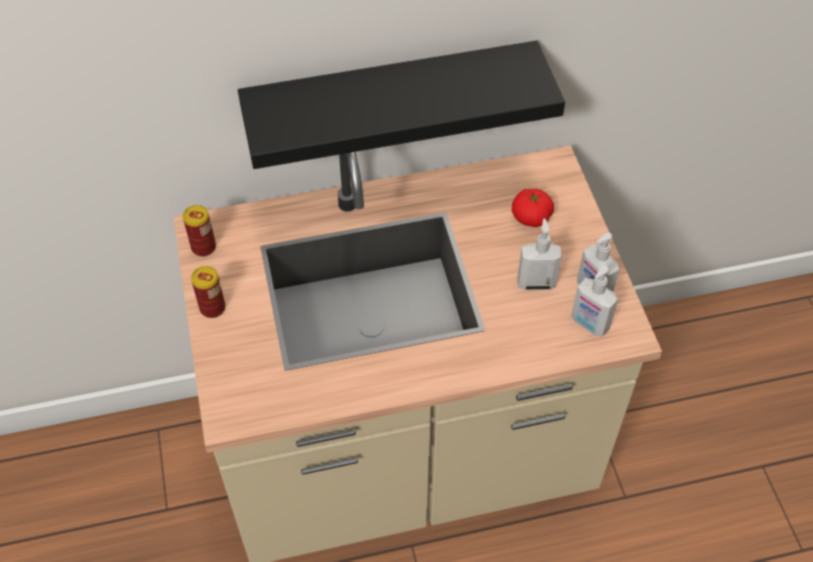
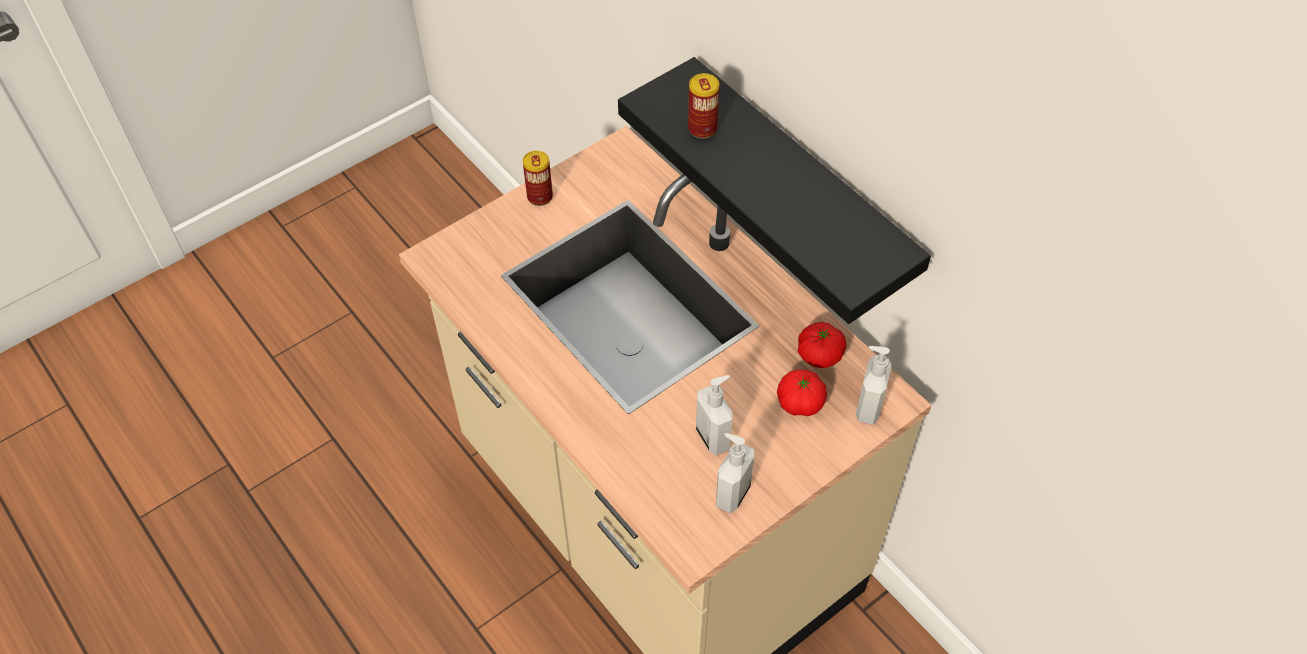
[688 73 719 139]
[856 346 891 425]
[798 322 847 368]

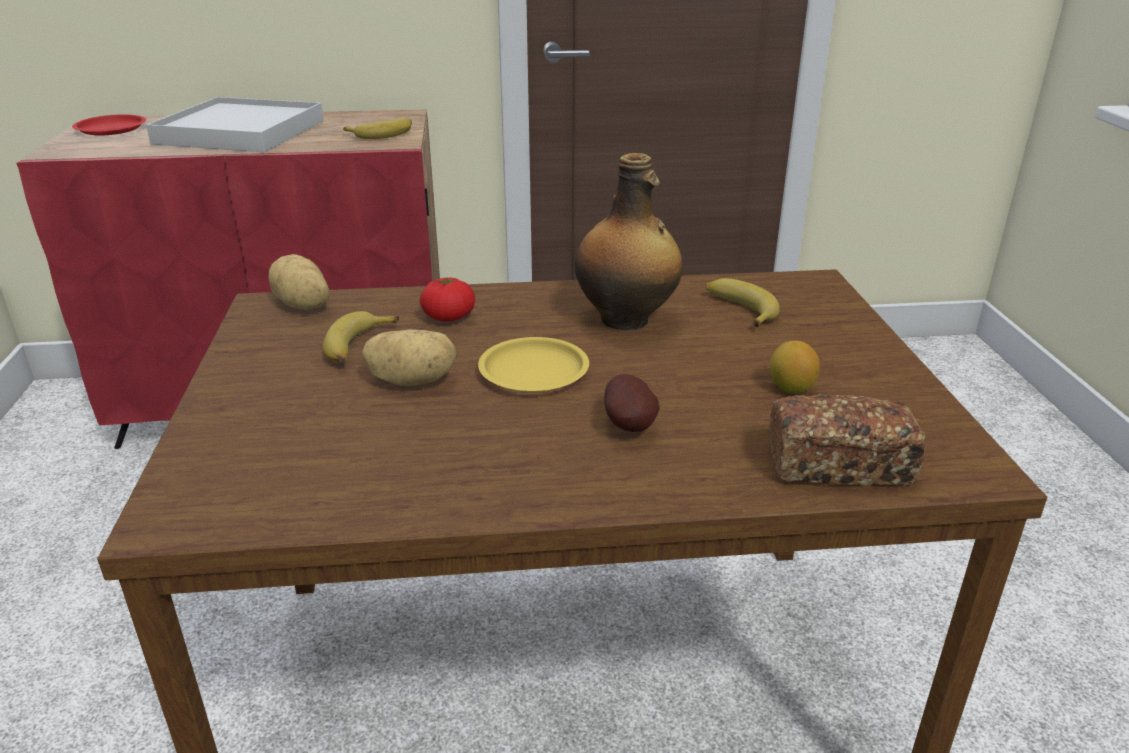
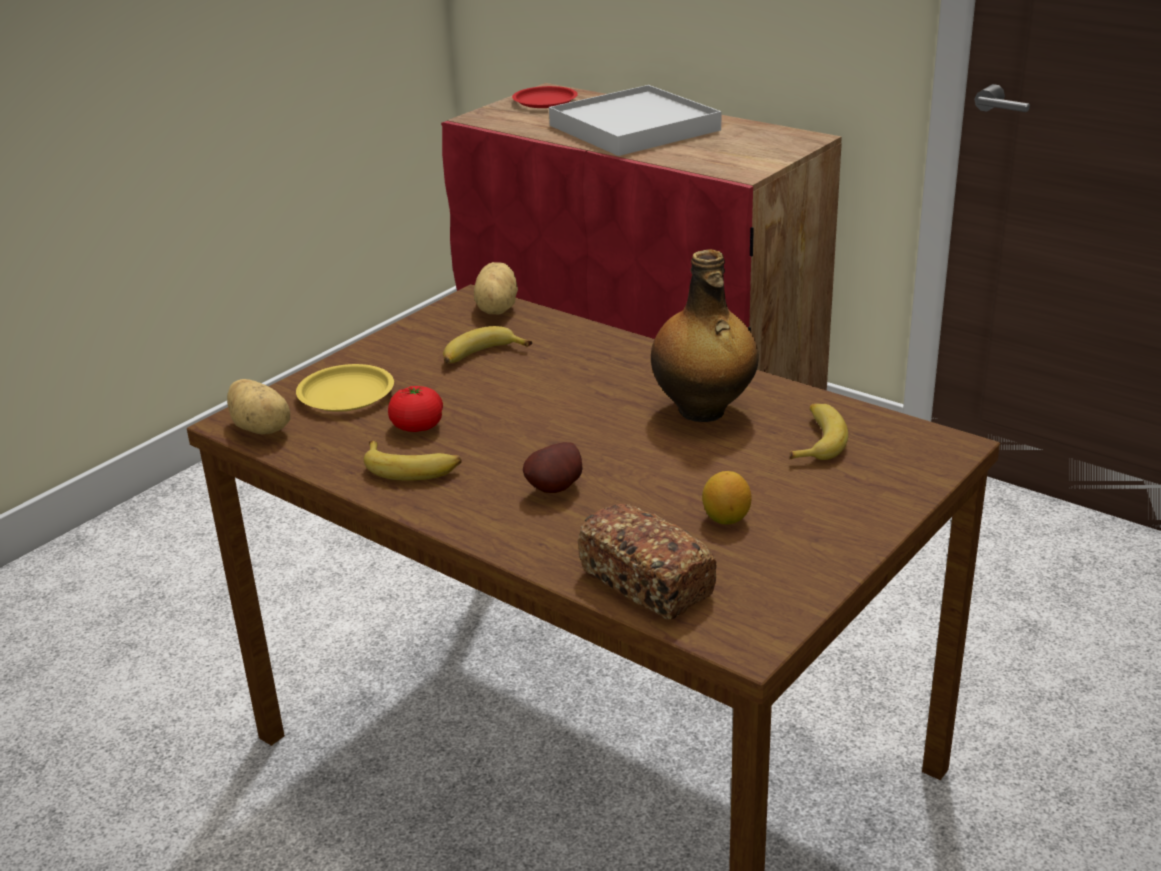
[364 440 462 481]
[388 386 443 432]
[227 379 290 434]
[296 364 394 412]

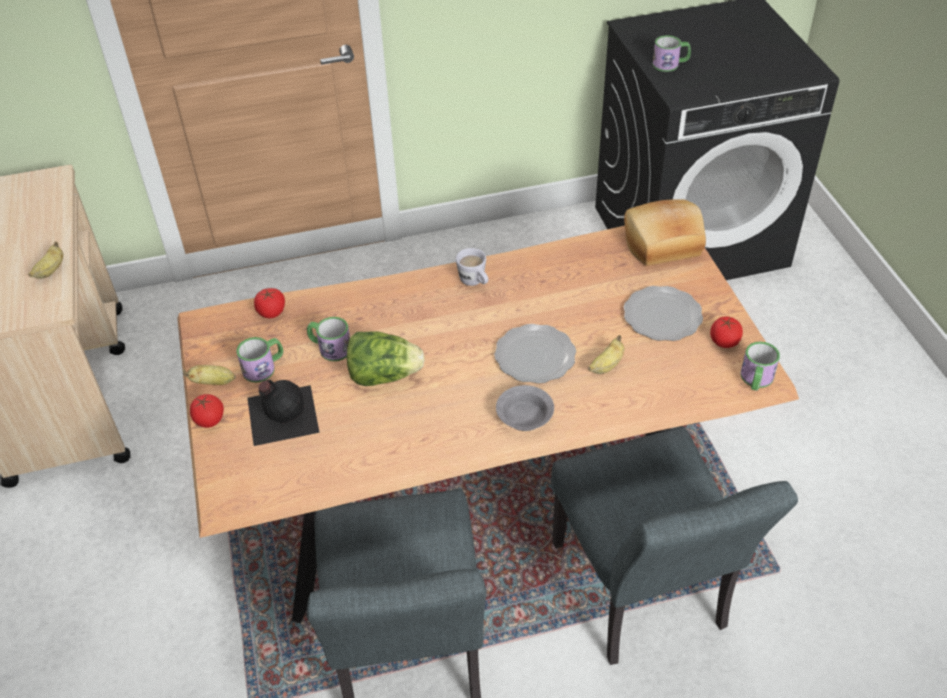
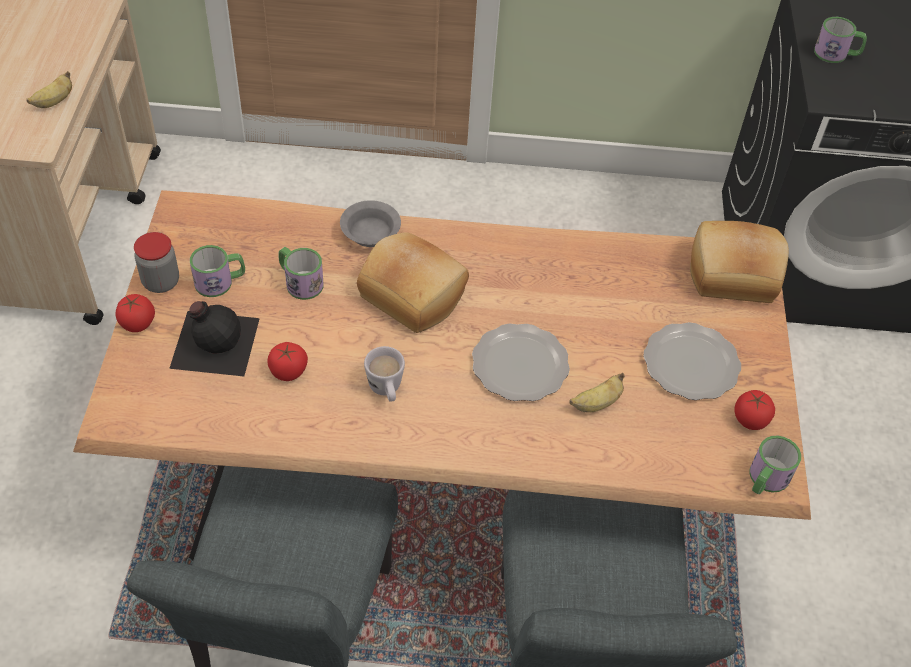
[364 346 405 402]
[267 342 308 381]
[347 331 425 386] (first image)
[134 232 179 293]
[340 200 401 247]
[357 232 469 333]

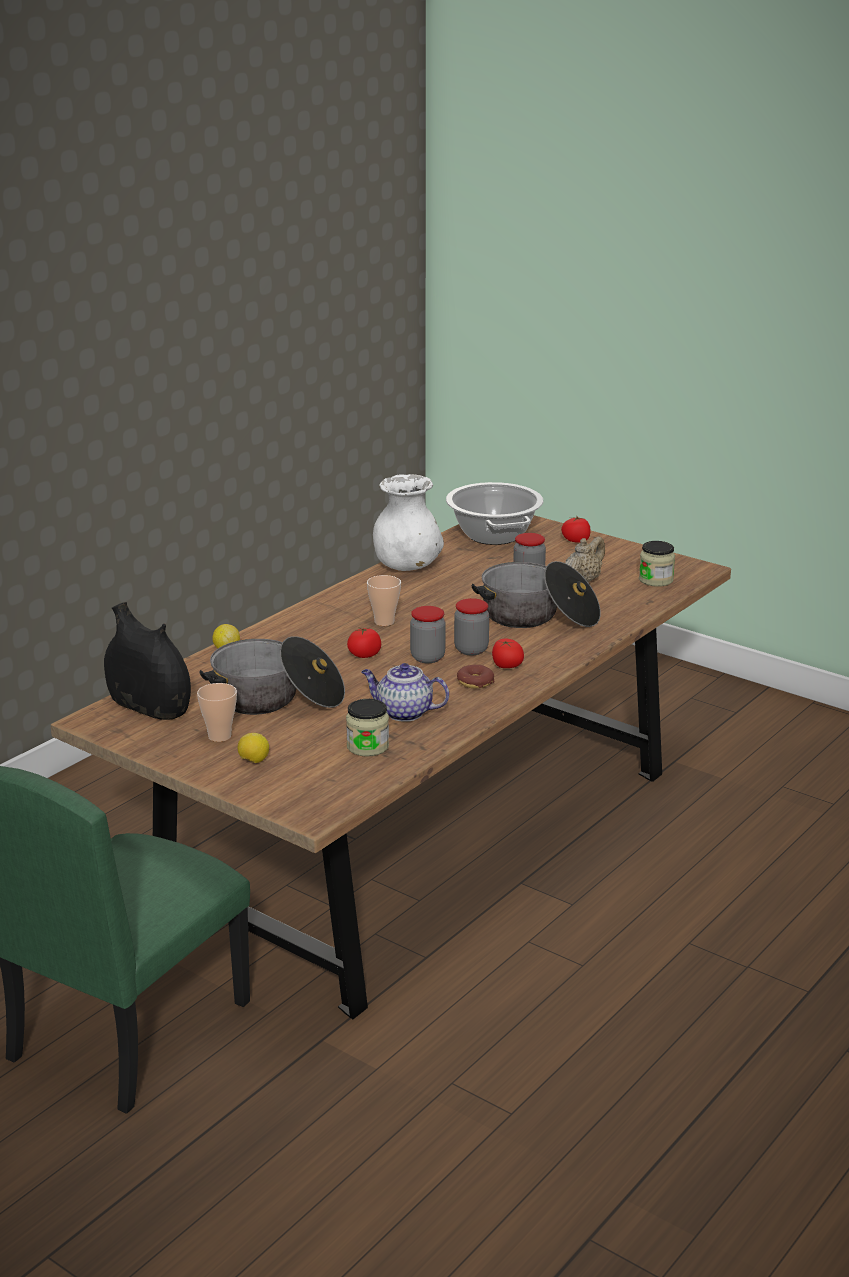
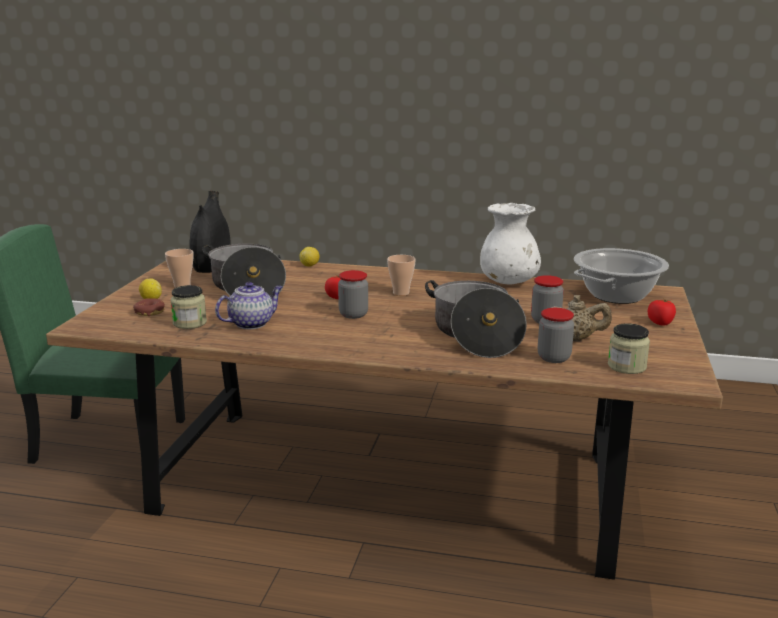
[538 308 574 363]
[492 639 524 668] (first image)
[215 282 283 329]
[133 298 165 316]

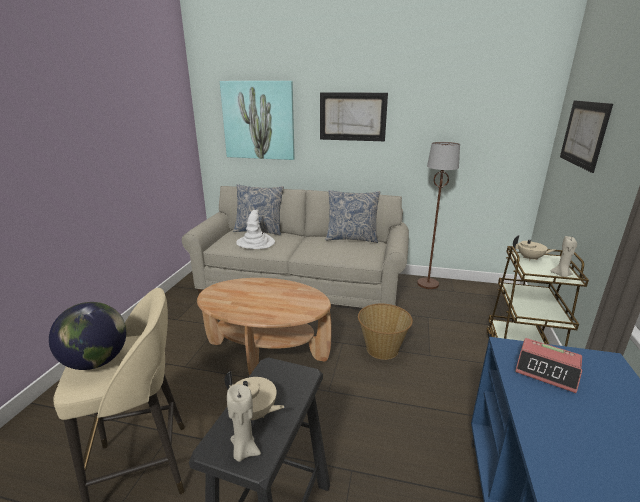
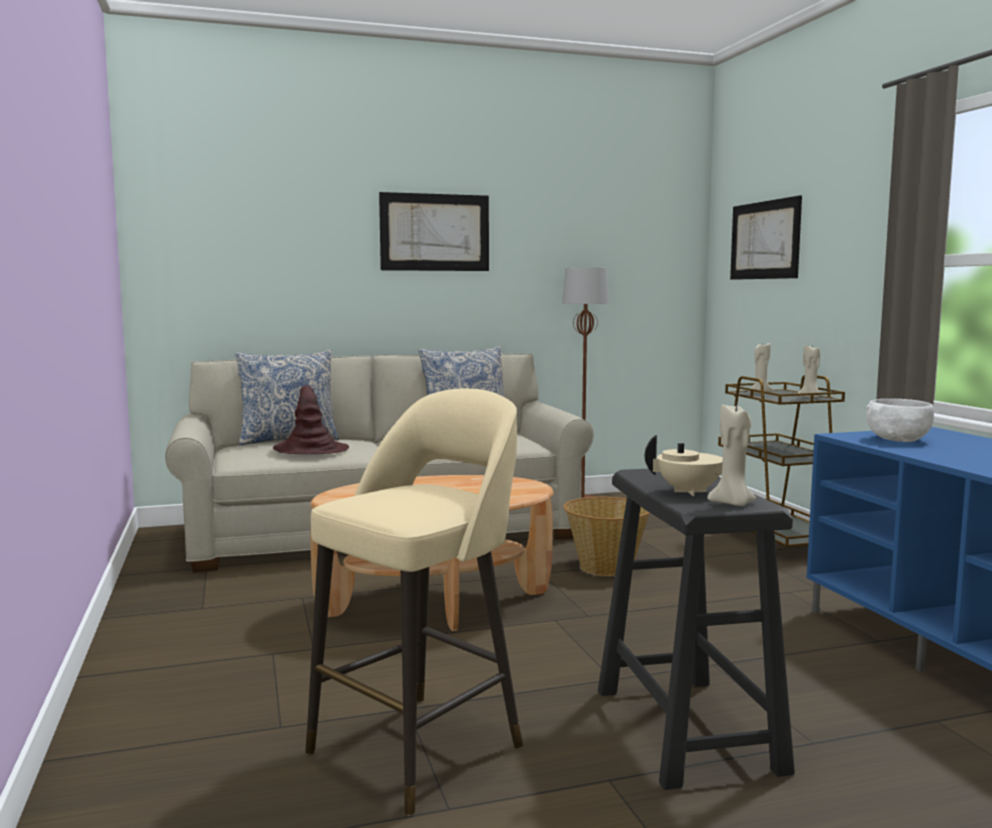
[220 81 295 160] (first image)
[273 385 349 454]
[748 342 773 394]
[49 302 126 370] (first image)
[866 399 934 442]

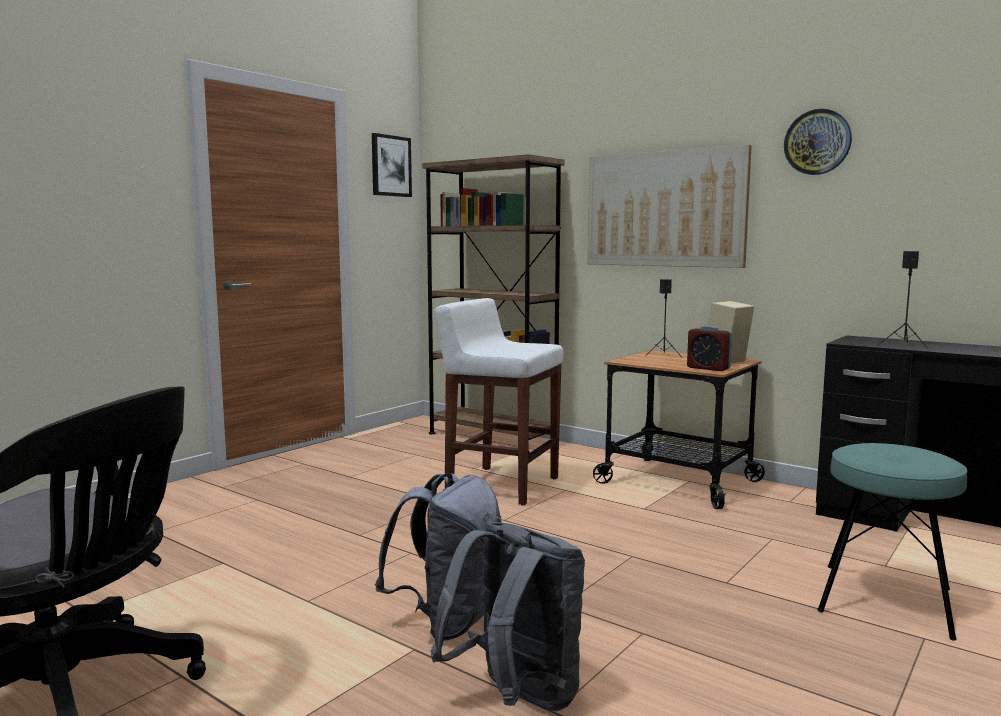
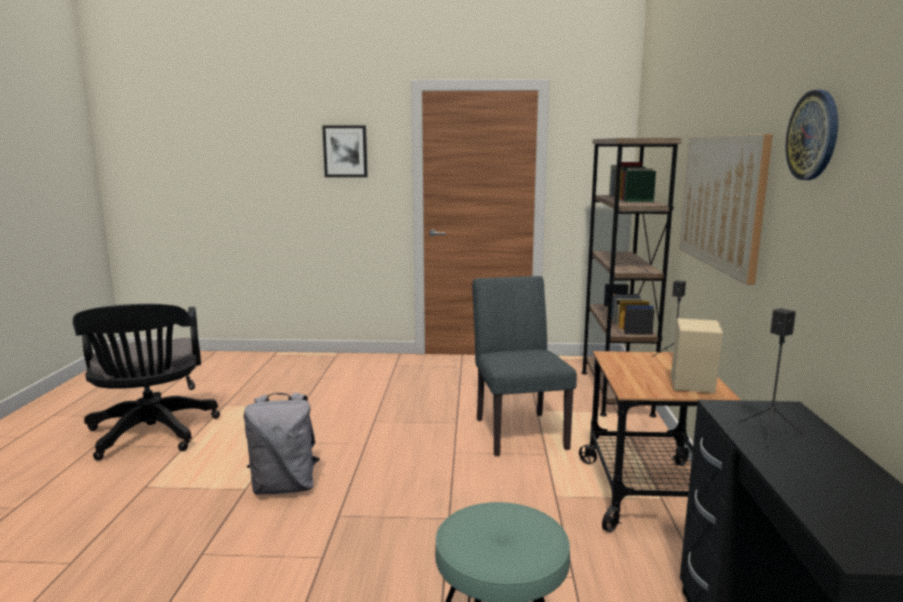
[322 125 368 177]
[472 276 577 456]
[687 325 732 371] (first image)
[430 522 585 711] (first image)

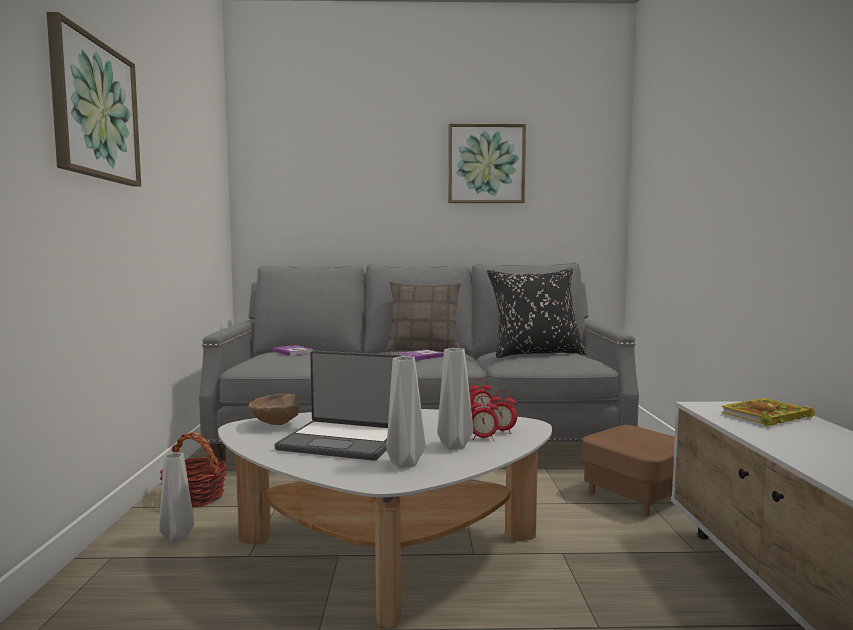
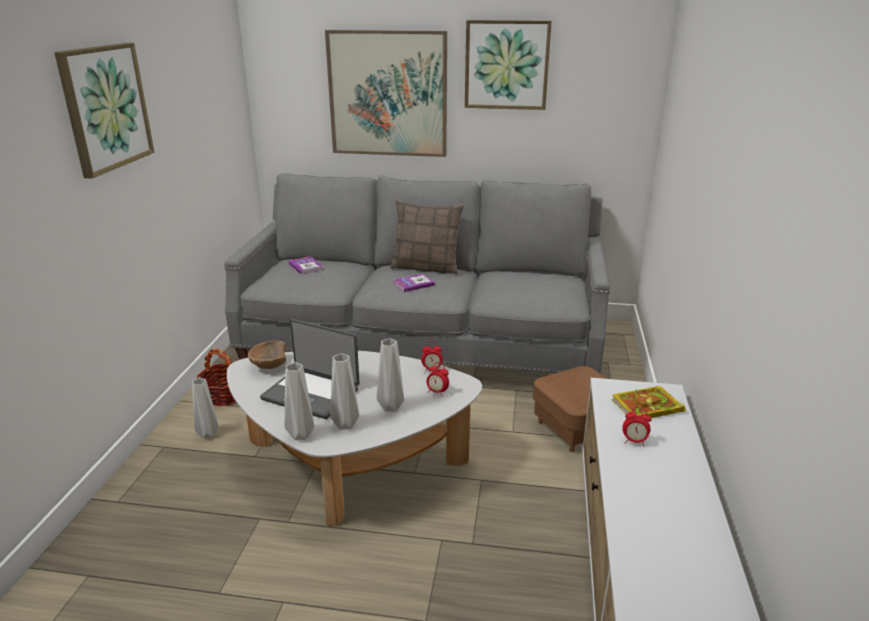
[487 269 587 358] (first image)
[622 407 651 447]
[325 30 447 157]
[284 362 314 440]

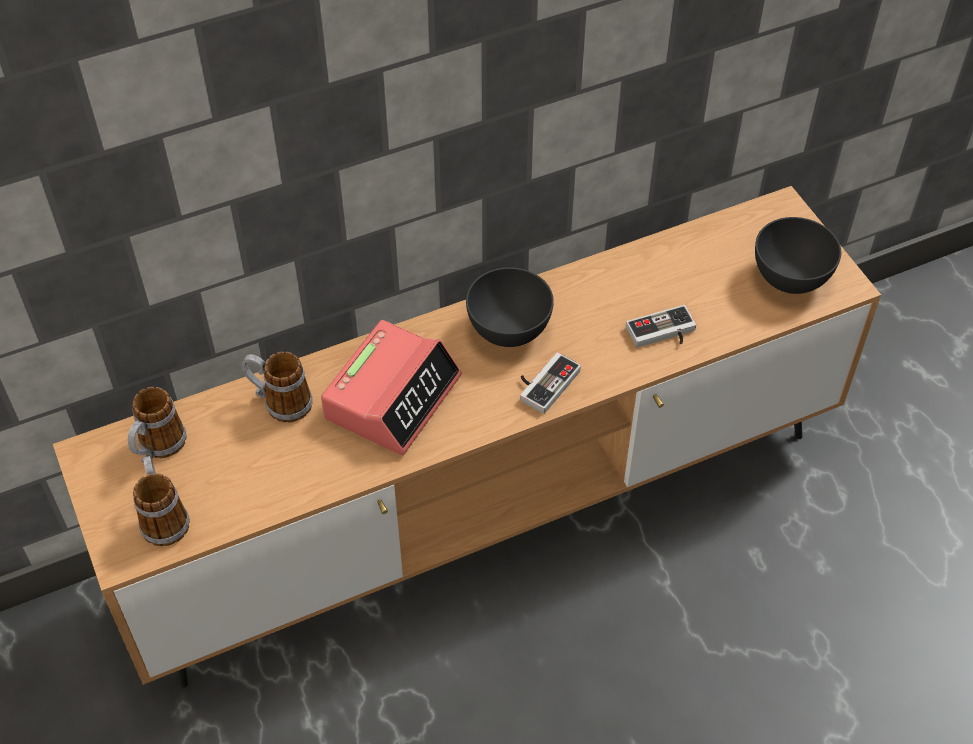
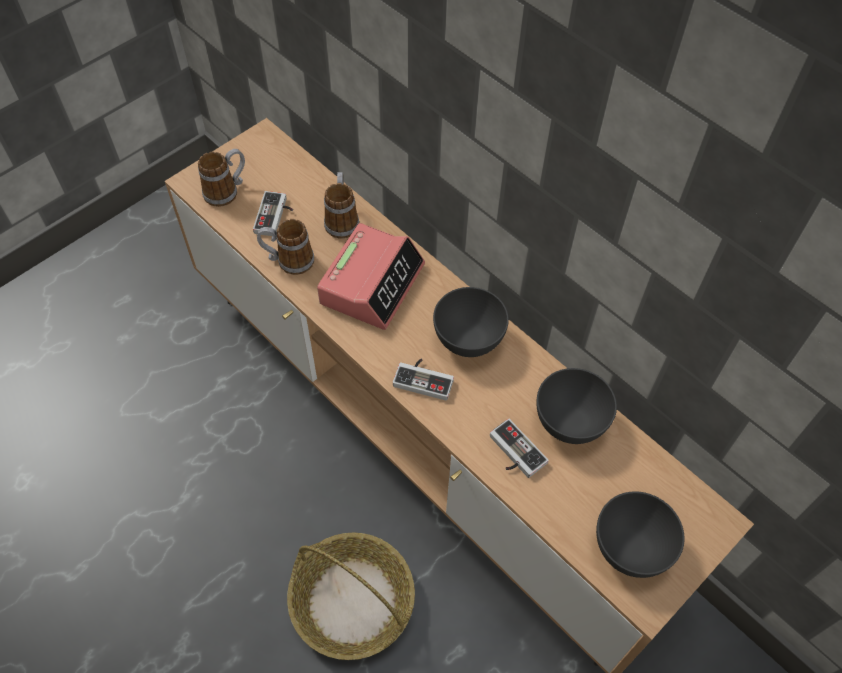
[317 223 425 330]
[257 219 314 275]
[253 191 293 236]
[536 368 617 444]
[287 533 415 660]

